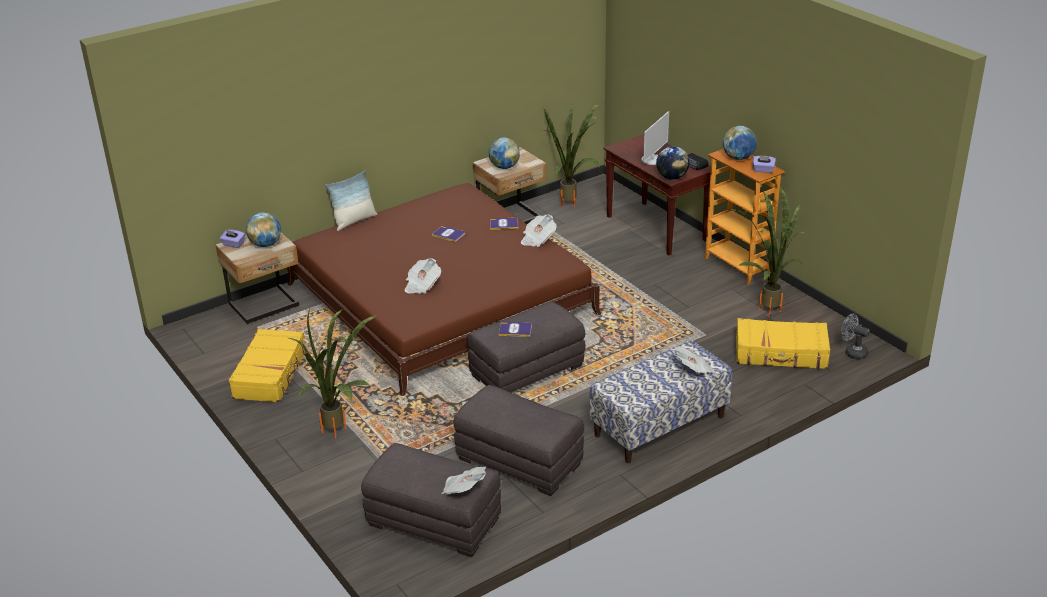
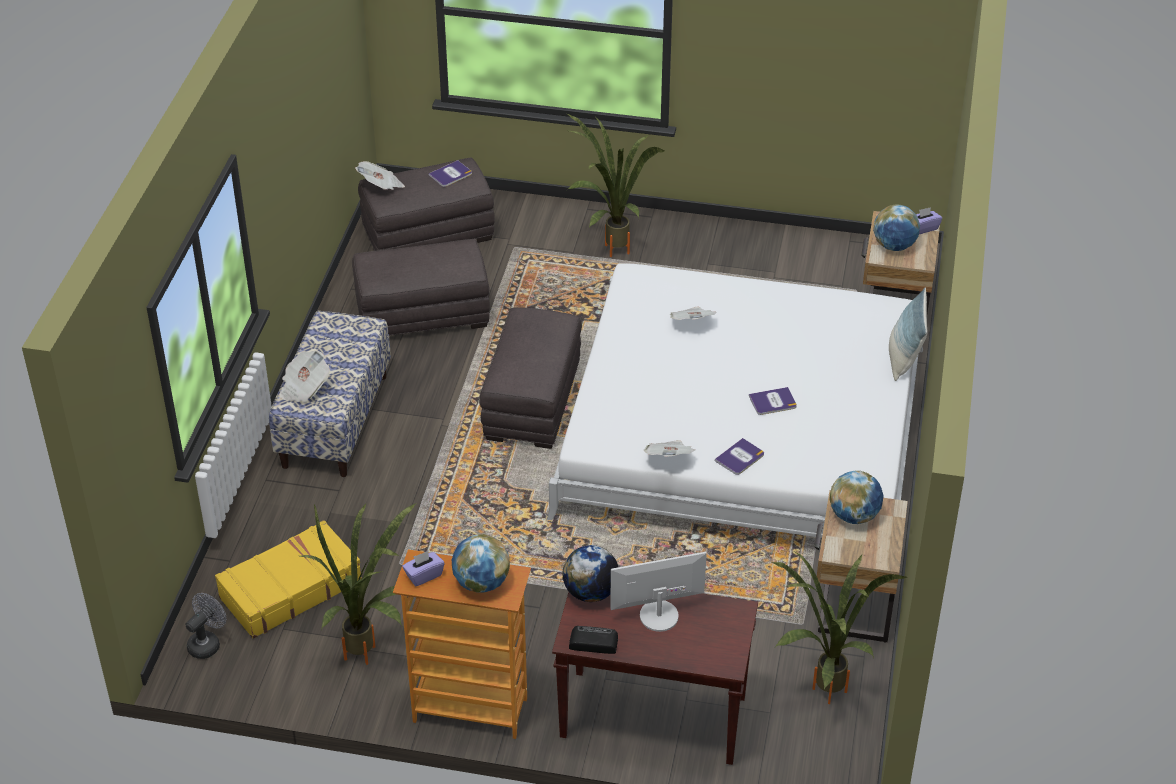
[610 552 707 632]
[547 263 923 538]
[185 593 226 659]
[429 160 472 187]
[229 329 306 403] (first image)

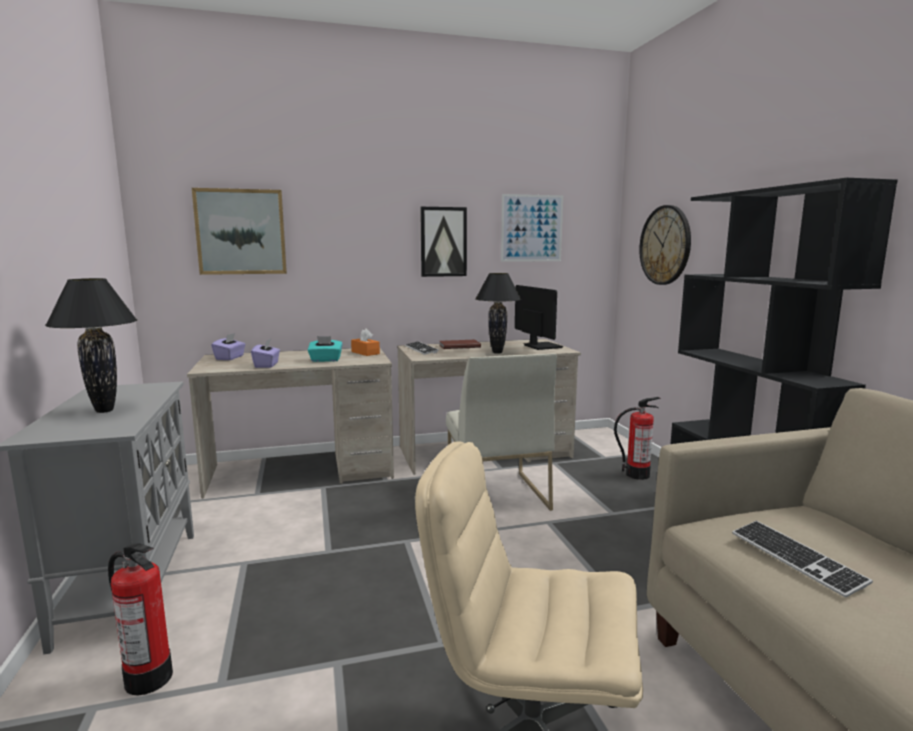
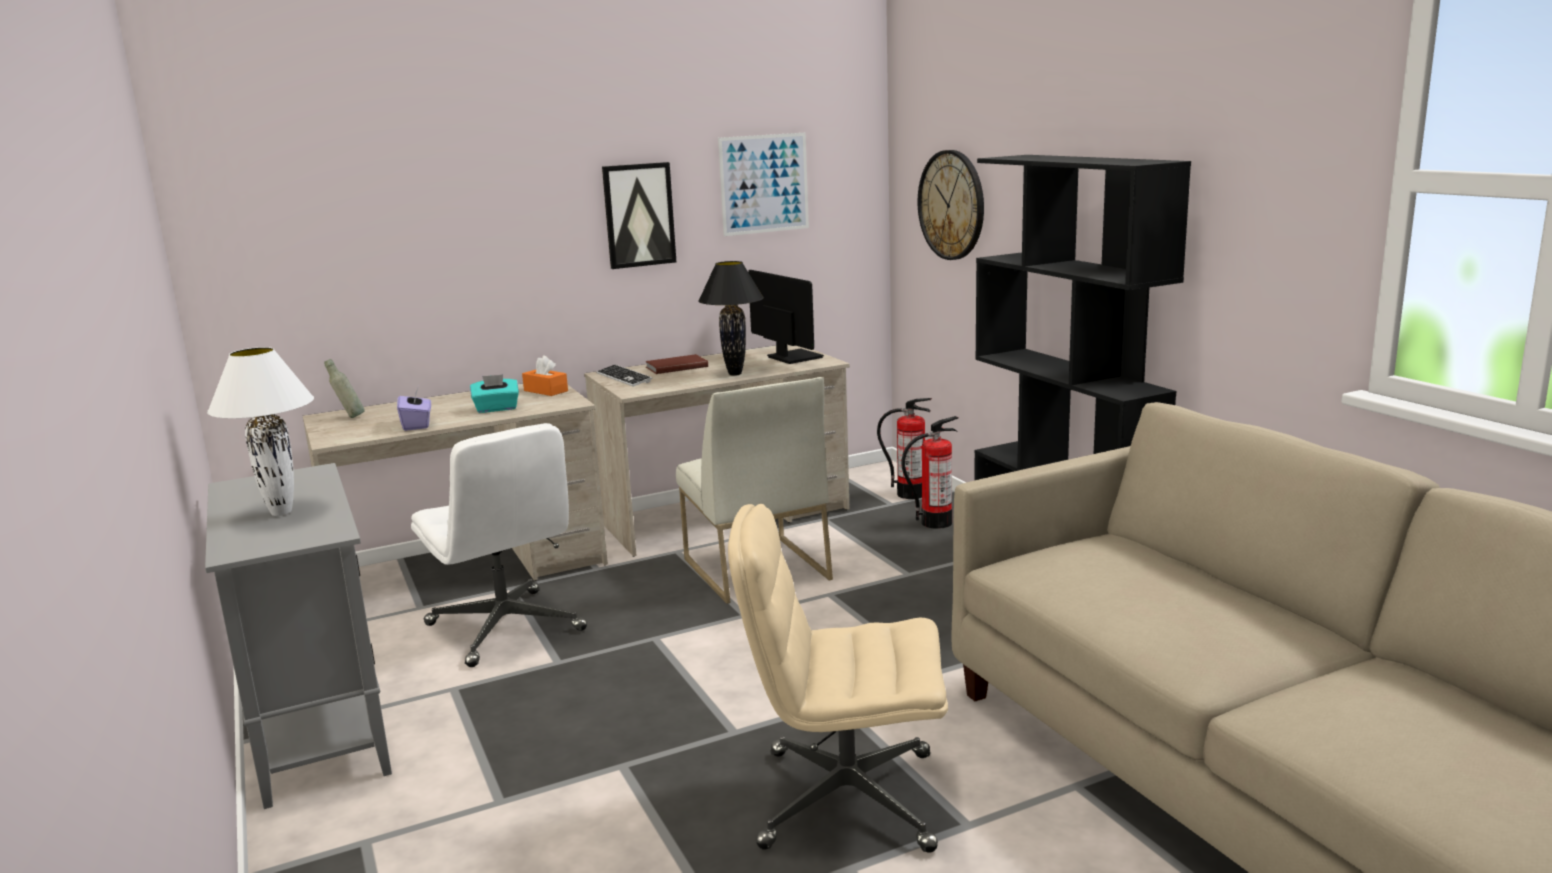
[192 188 287 275] (first image)
[207 347 314 516]
[324 359 365 418]
[732 521 873 597] (first image)
[877 398 932 499]
[411 423 587 667]

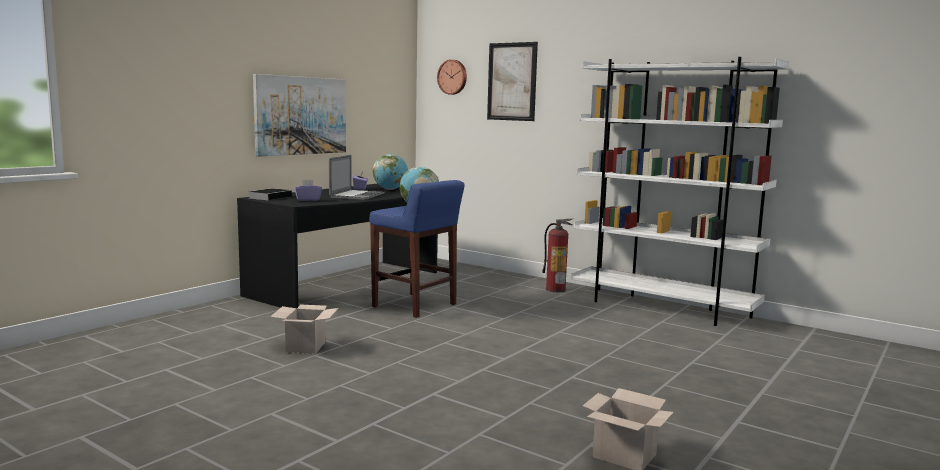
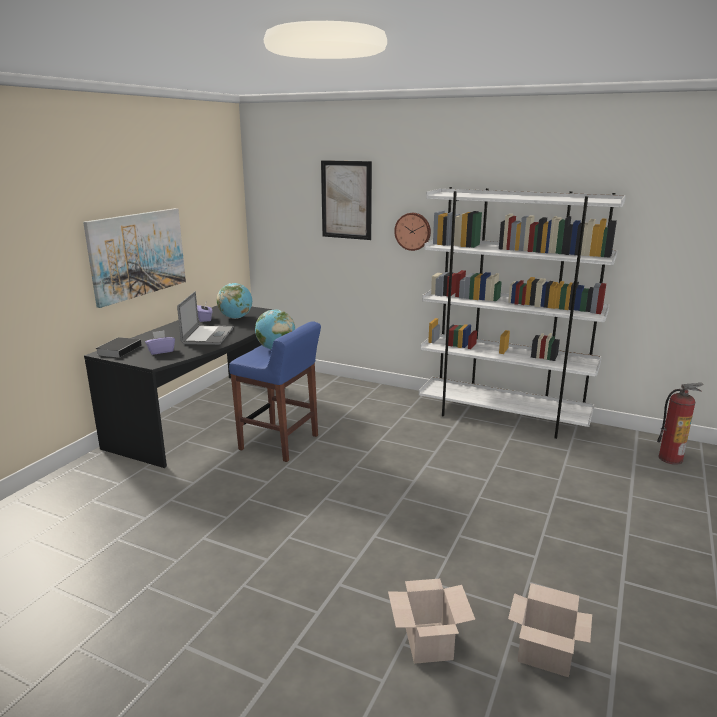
[394 213 431 251]
[657 383 704 465]
[388 579 475 664]

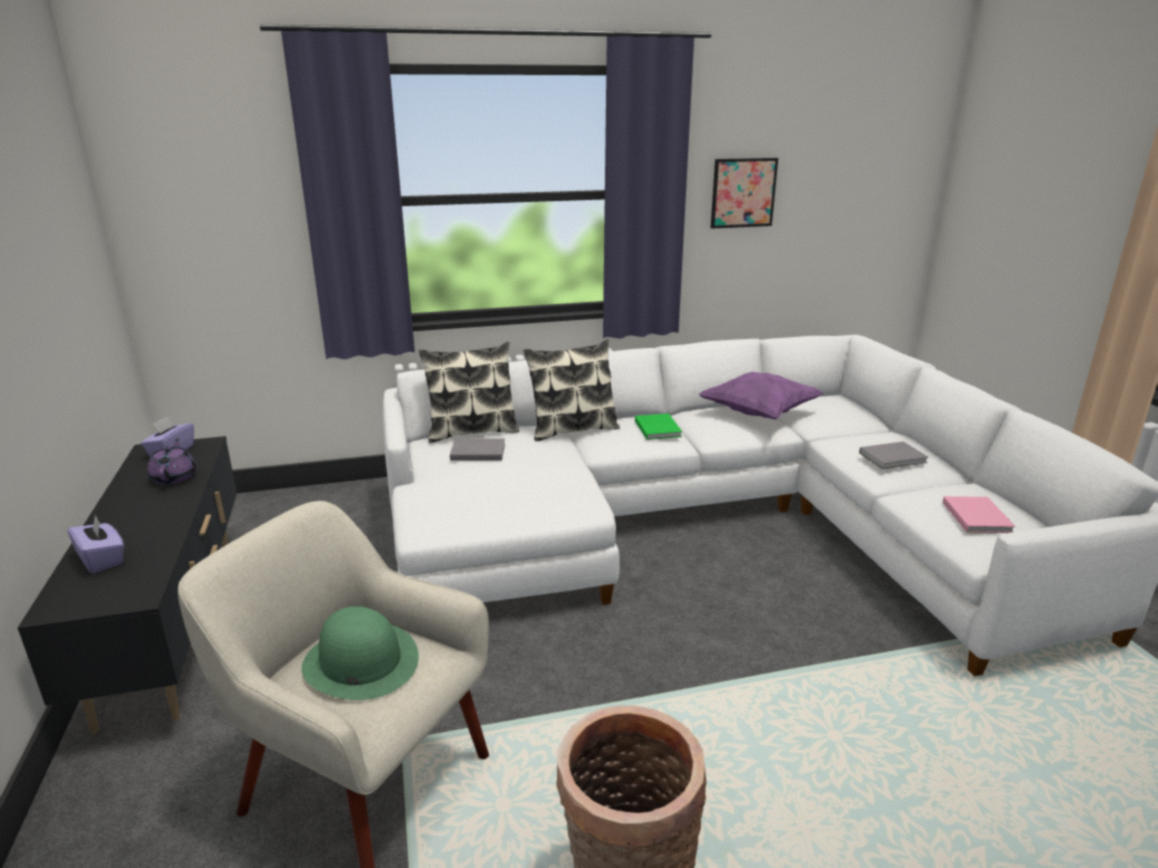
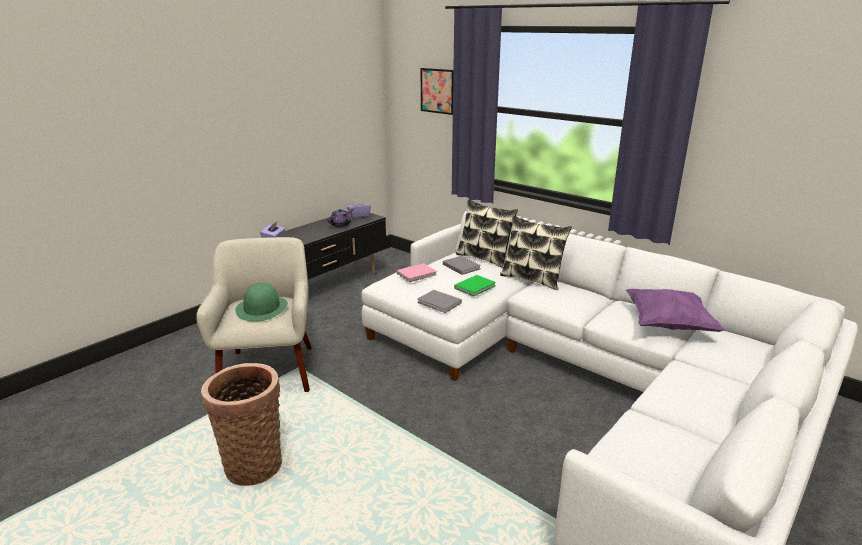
[421 68 453 115]
[454 275 496 296]
[417 290 462 313]
[397 263 437 282]

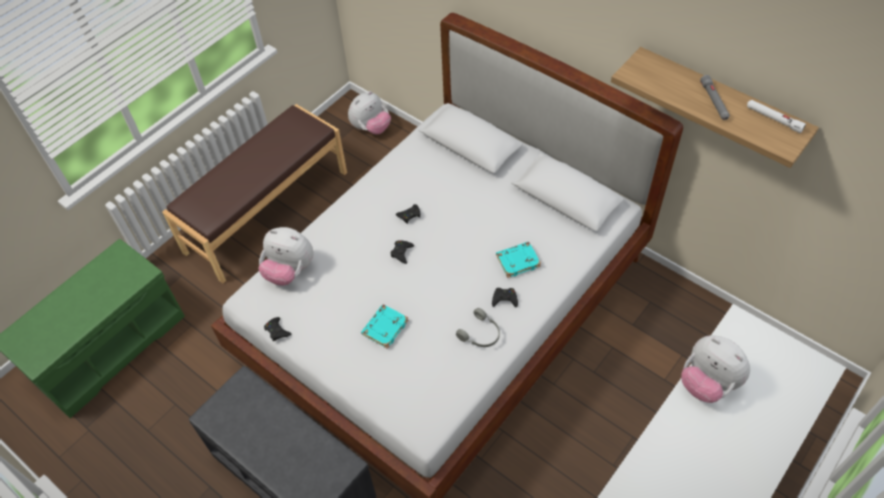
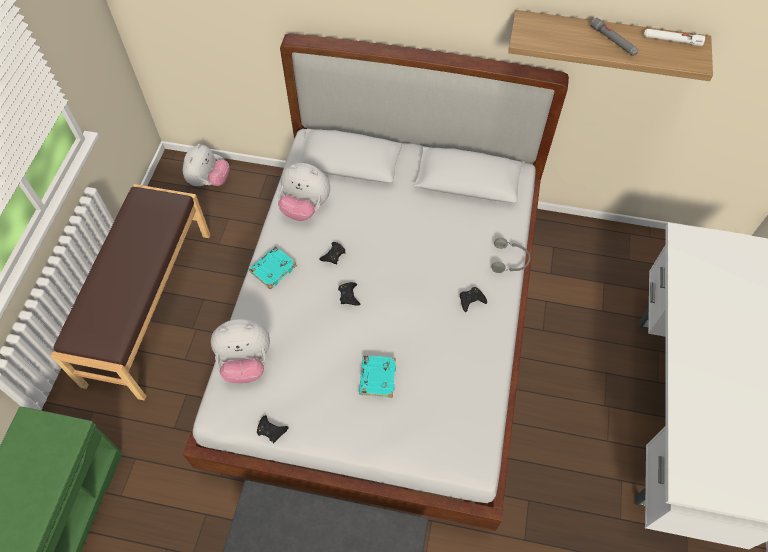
[248 246 297 289]
[491 238 530 273]
[278 163 330 221]

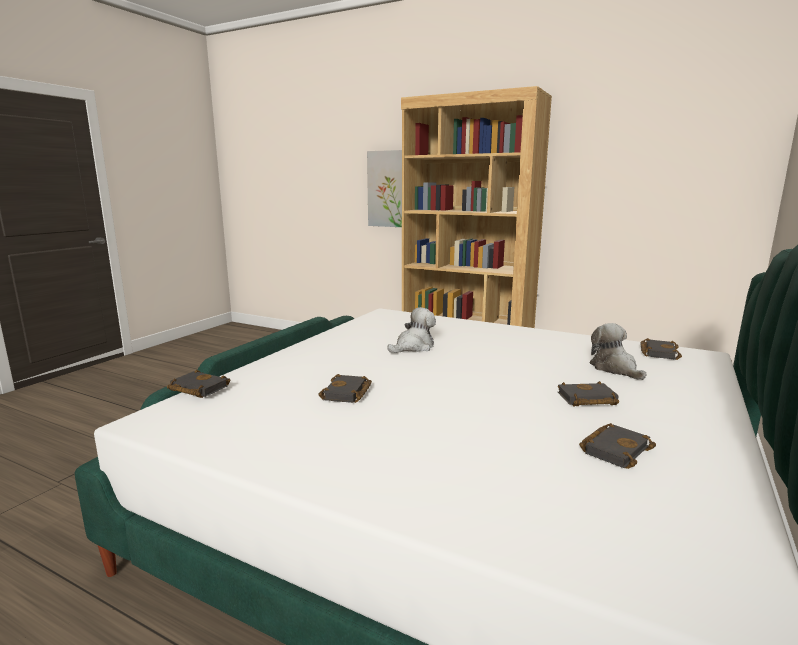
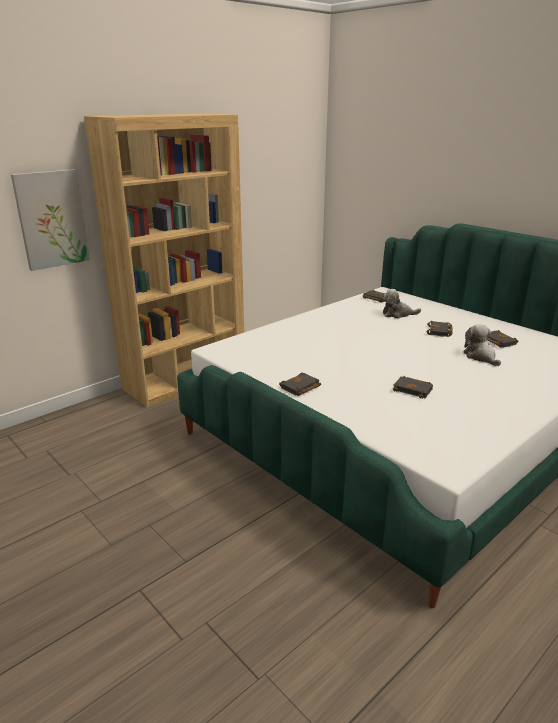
[463 324 501 366]
[279 373 321 396]

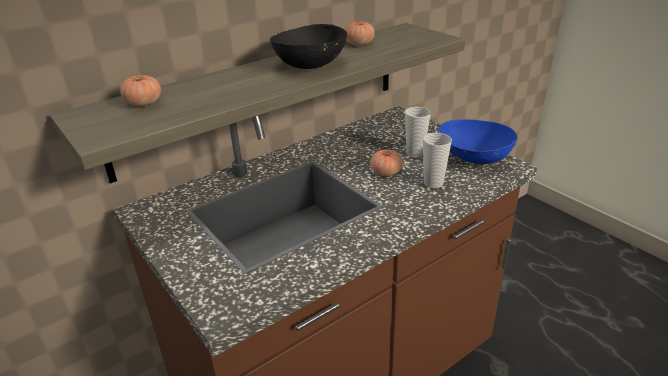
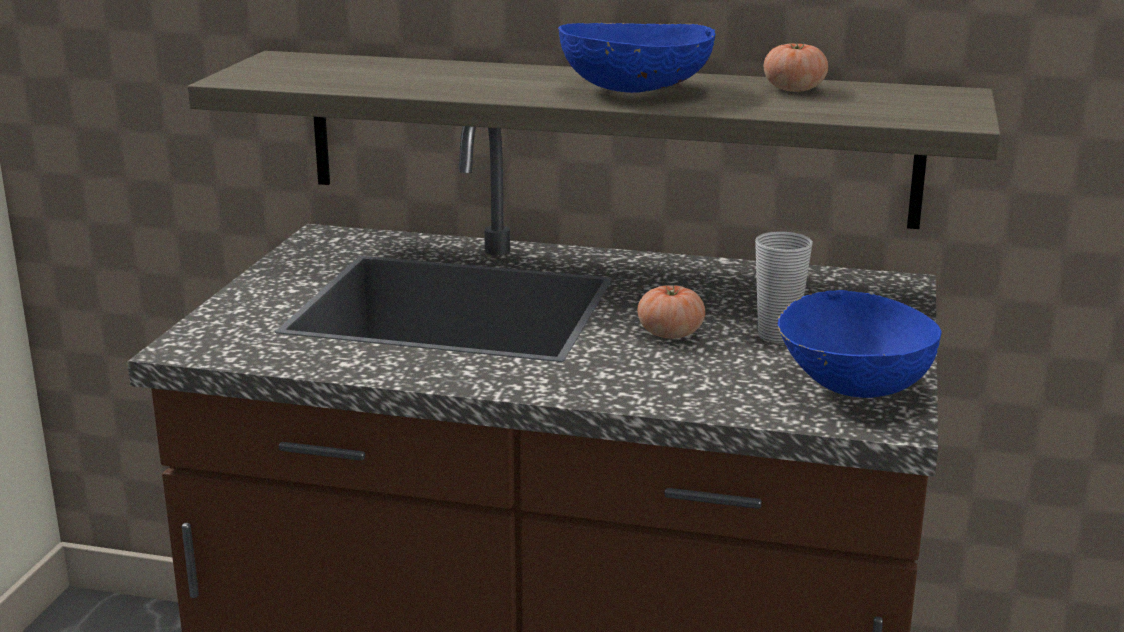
[558 22 715 93]
[120 75 161 106] (first image)
[423 133 452 188] (first image)

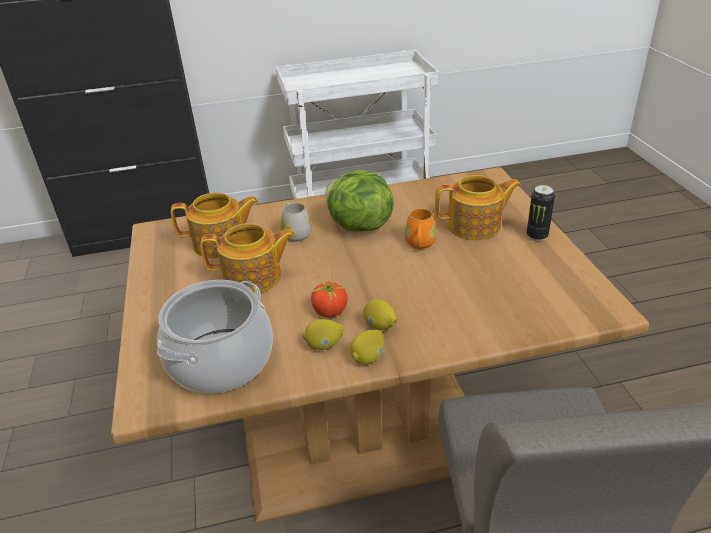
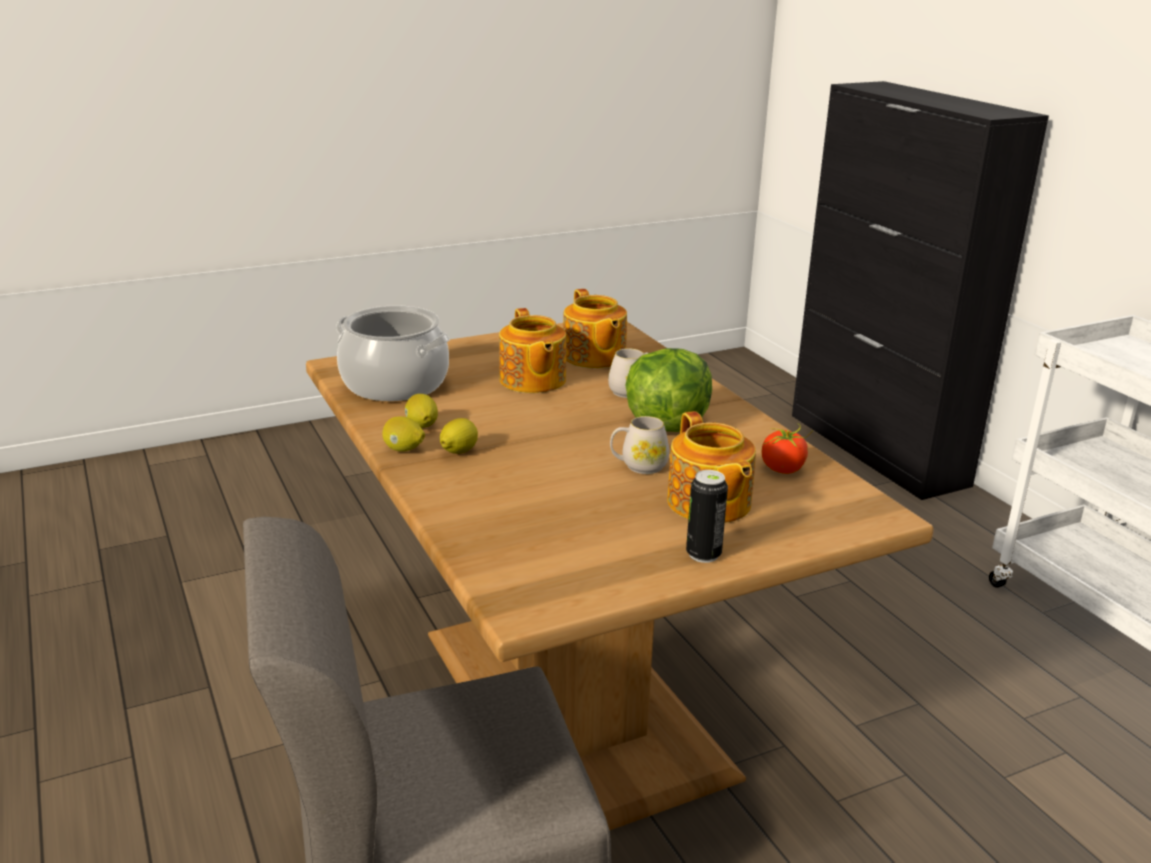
[610 416 669 474]
[762 424 812 474]

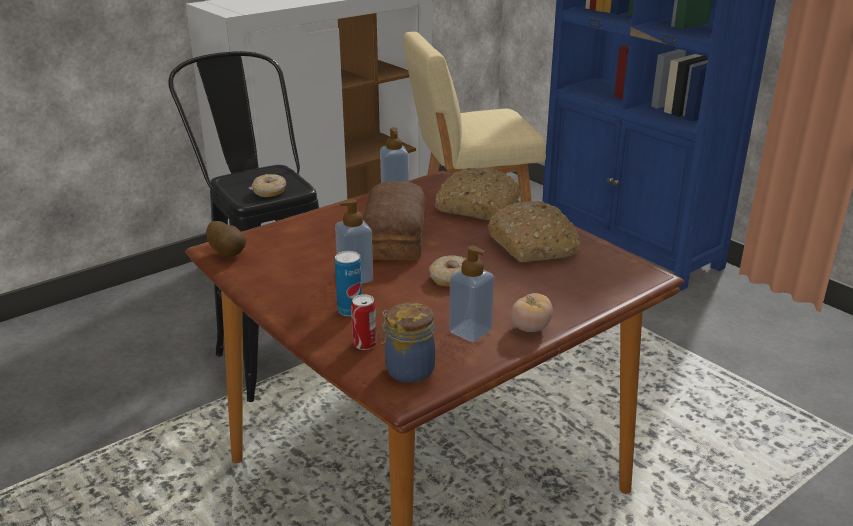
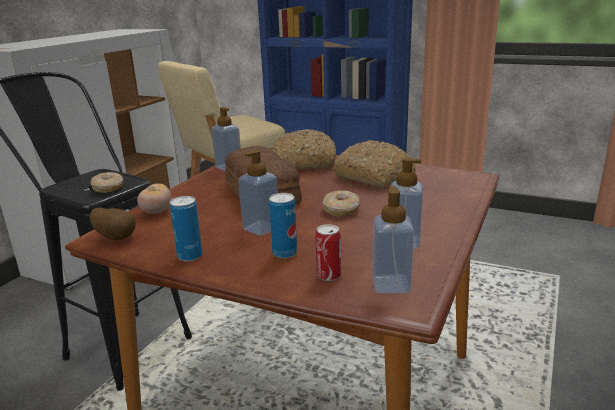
[137 184 171 214]
[372 186 414 294]
[170 196 202 262]

